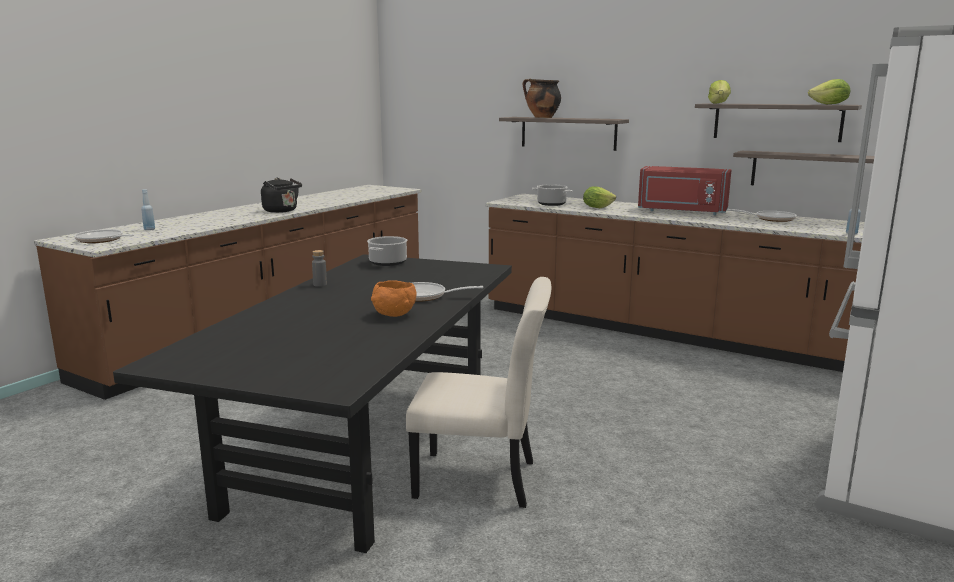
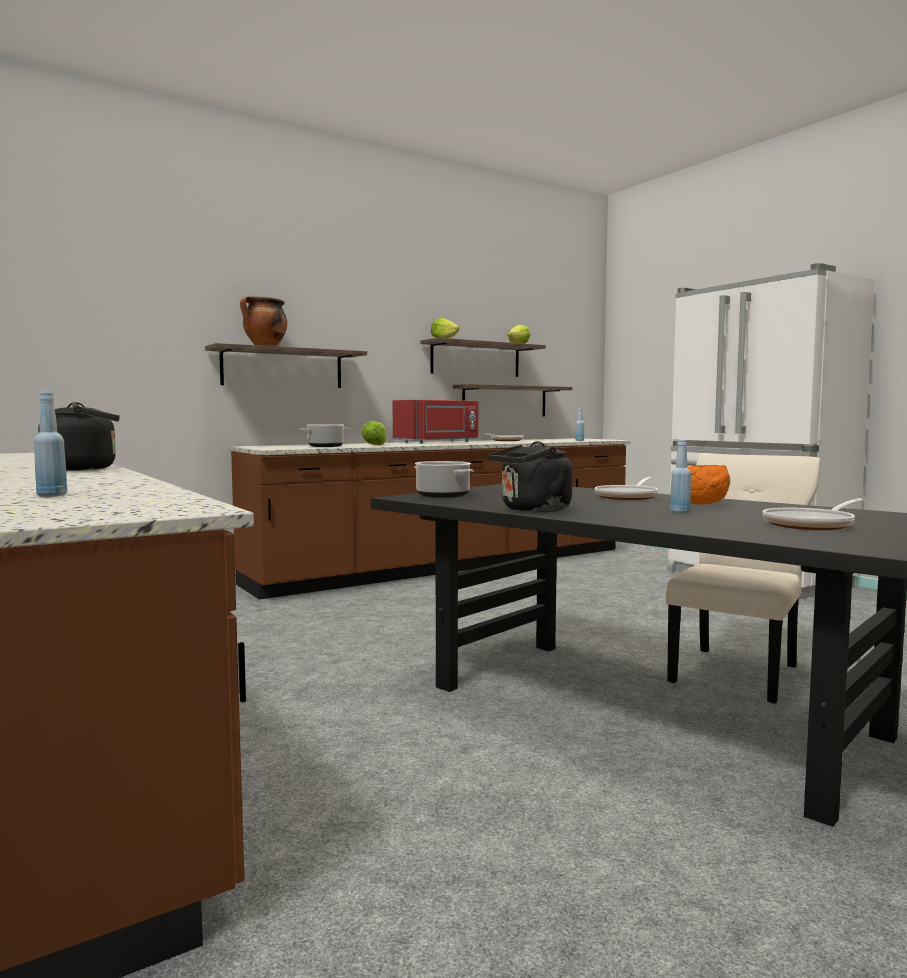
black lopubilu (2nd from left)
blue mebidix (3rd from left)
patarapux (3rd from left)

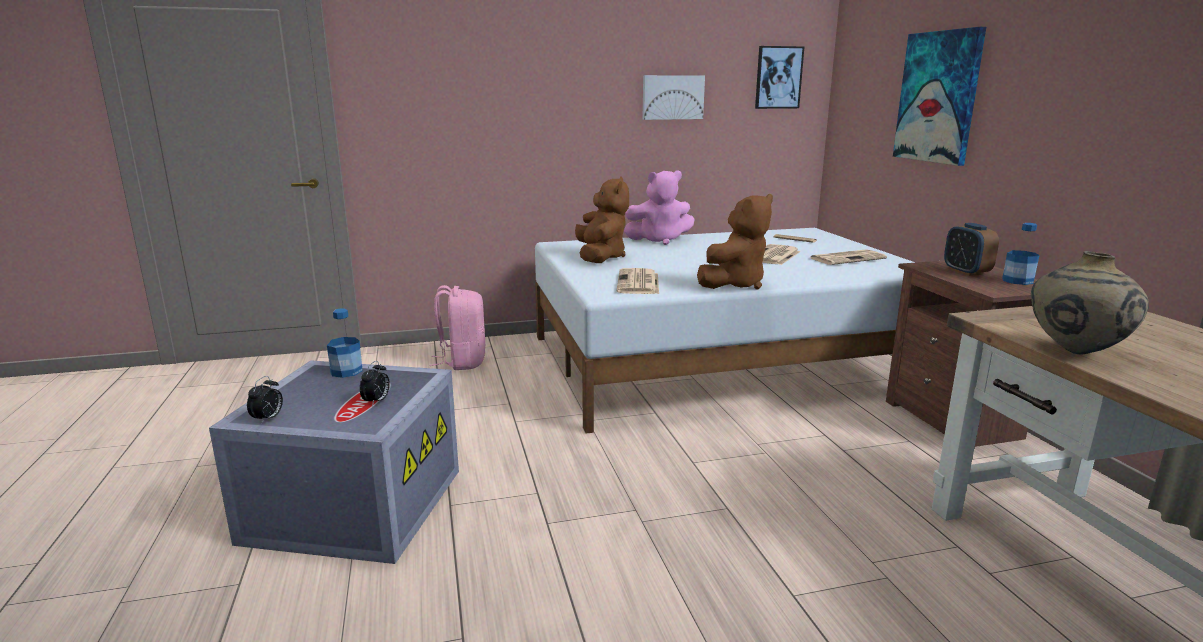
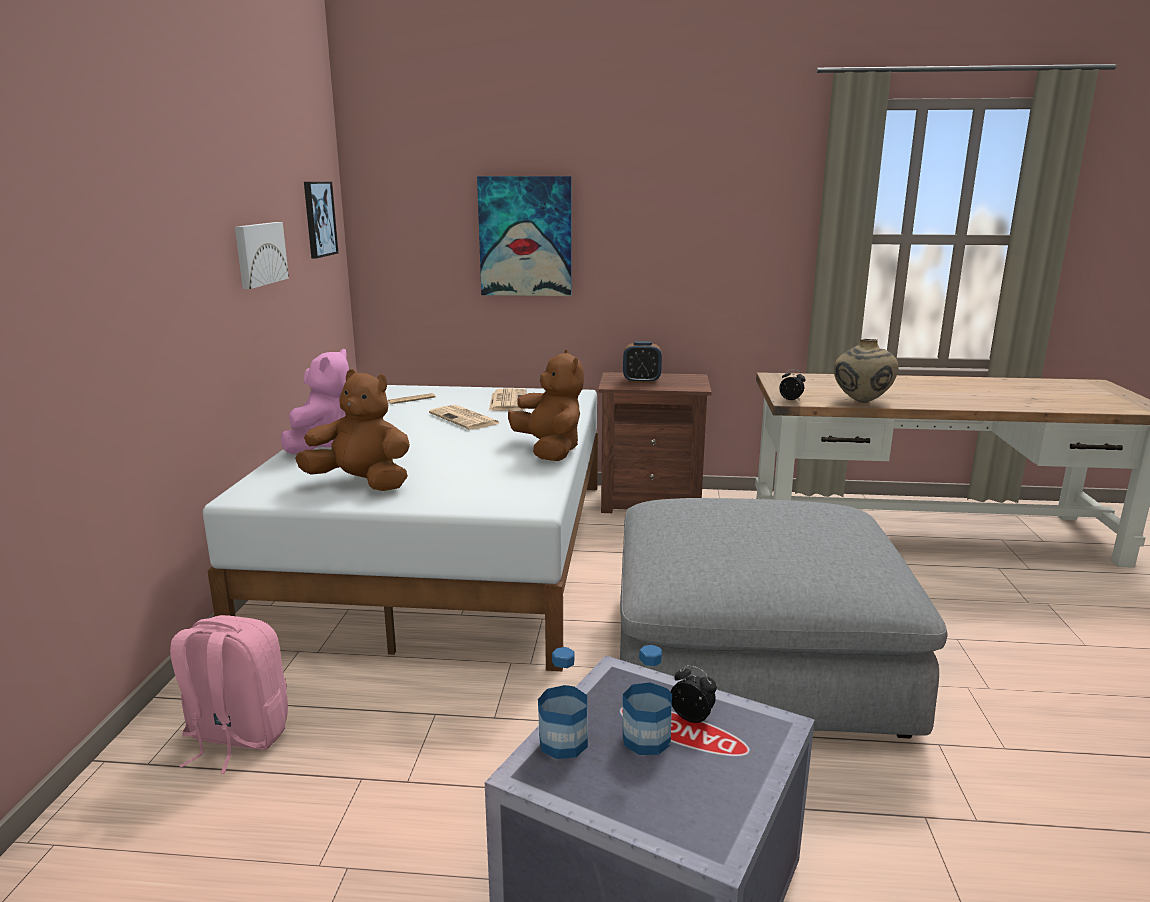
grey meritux
mebidix (2nd from left)
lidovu (3rd from left)
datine (1st from left in the first image)

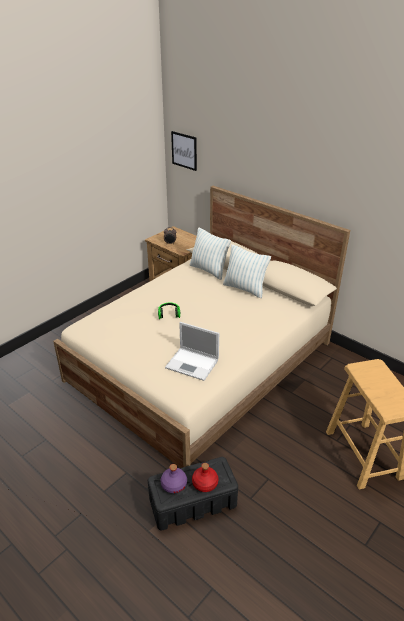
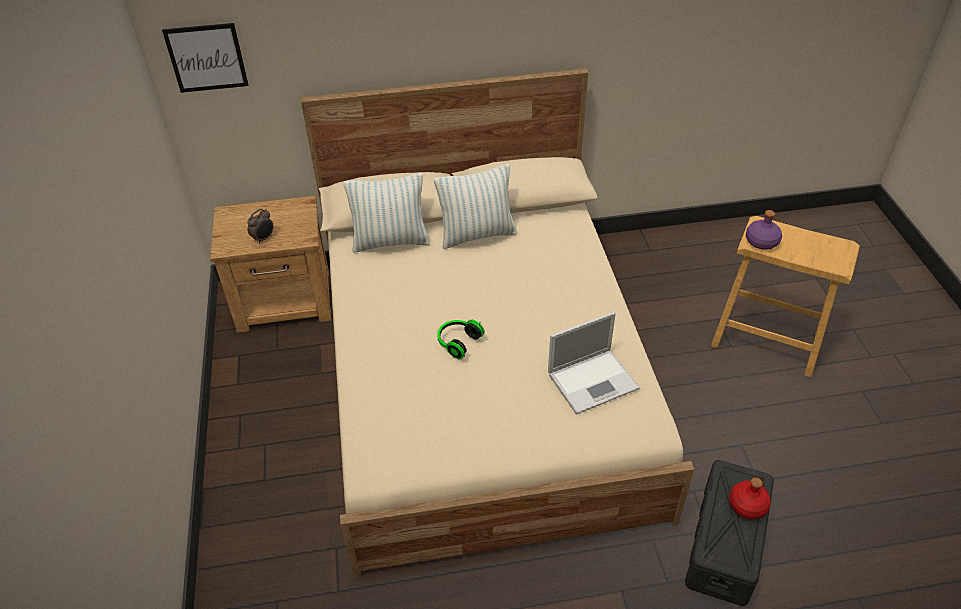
purple mebidix

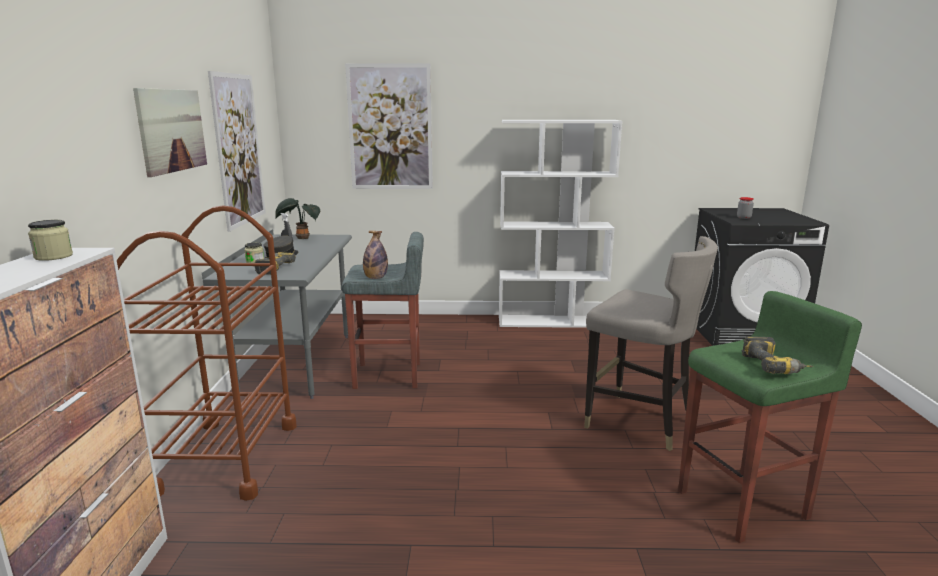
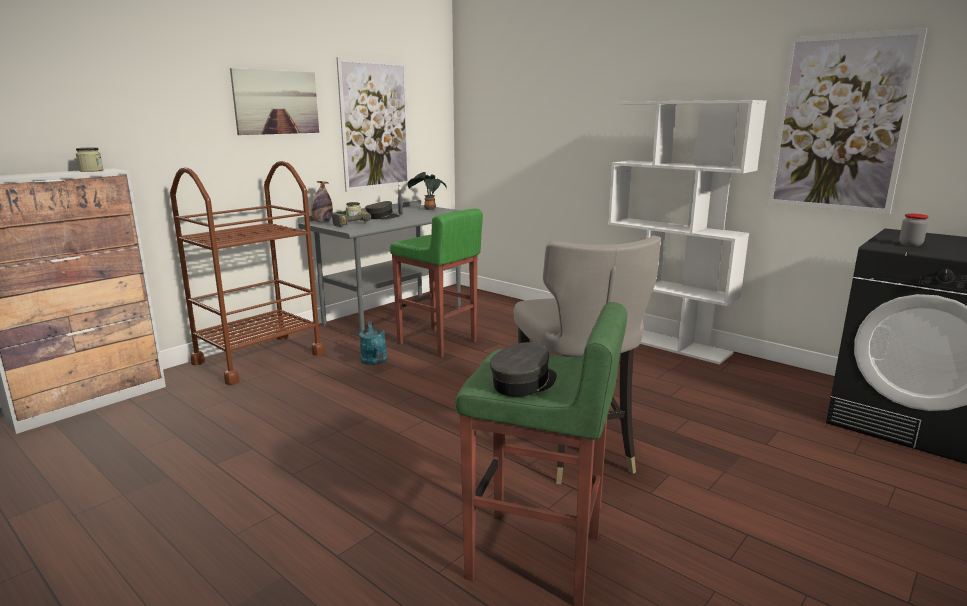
mebidix
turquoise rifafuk
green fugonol (1st from left)
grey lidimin (2nd from left)
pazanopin (3rd from left)

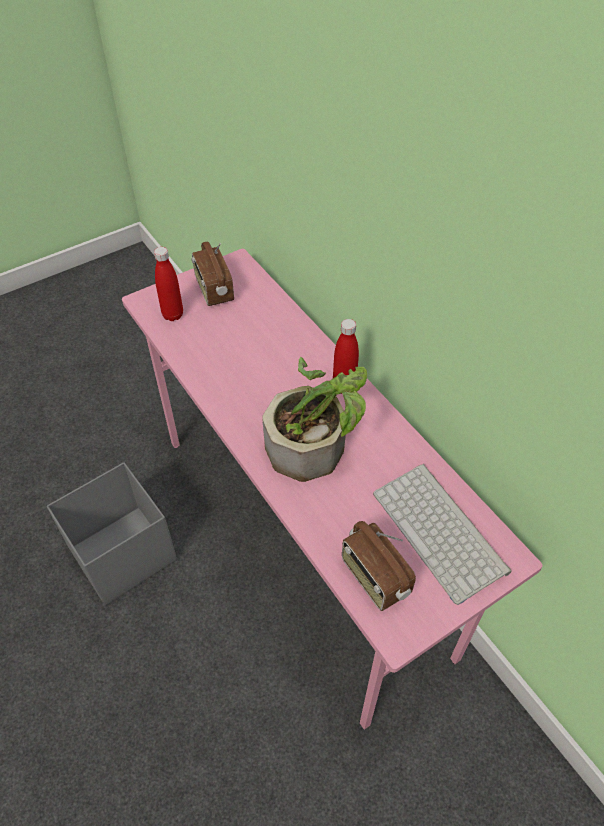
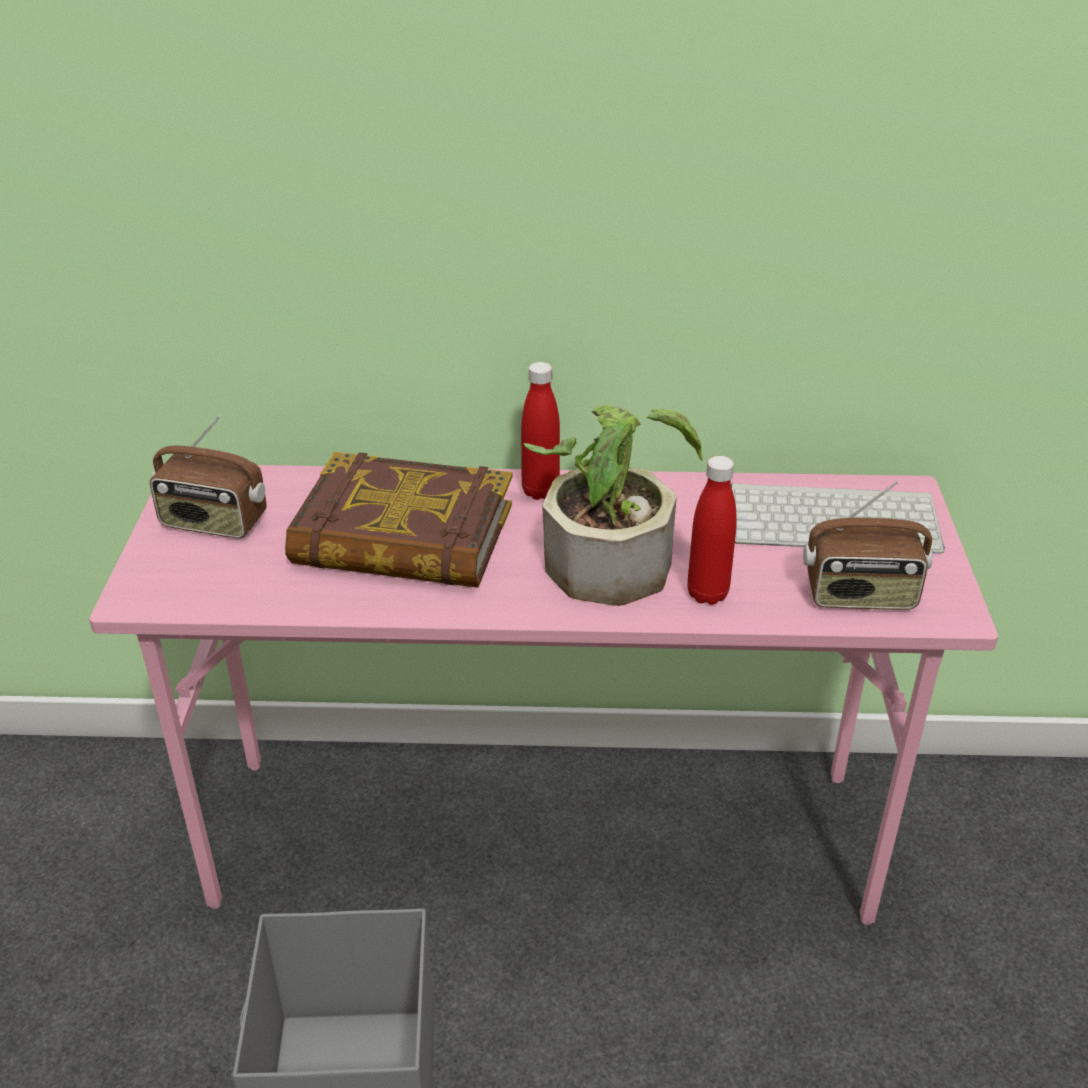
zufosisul
red mebidix (2nd from left)

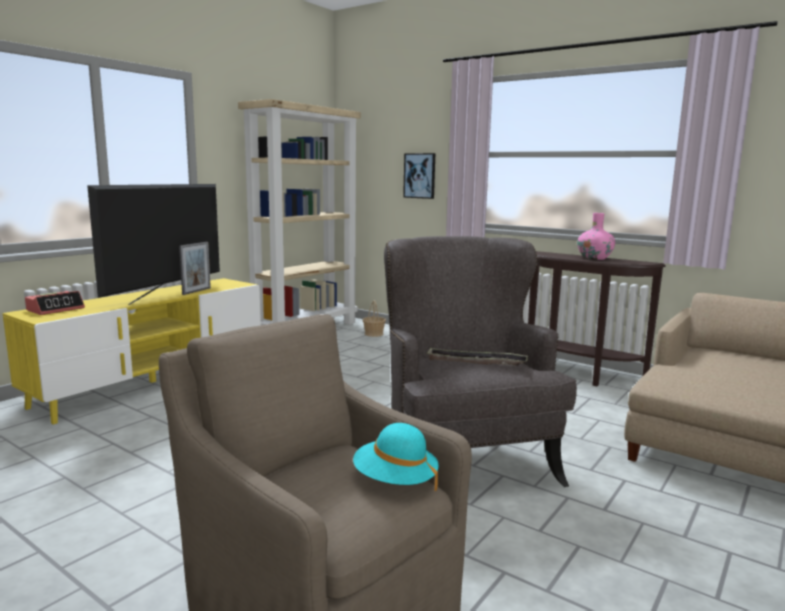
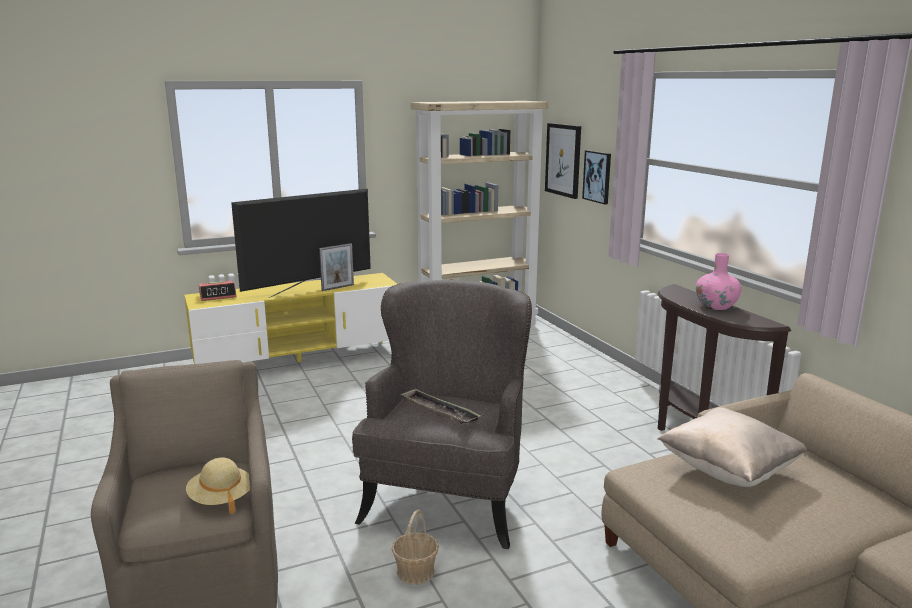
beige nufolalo
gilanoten
pazanopin (1st from left)
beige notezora

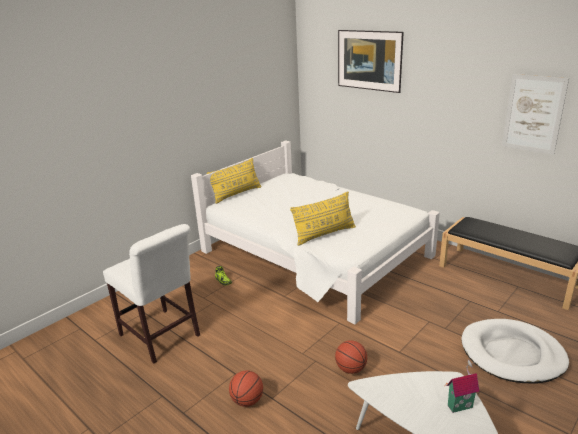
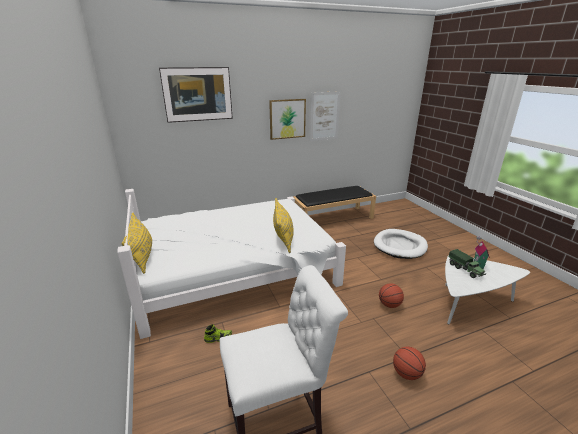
pazanopin (2nd from left)
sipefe

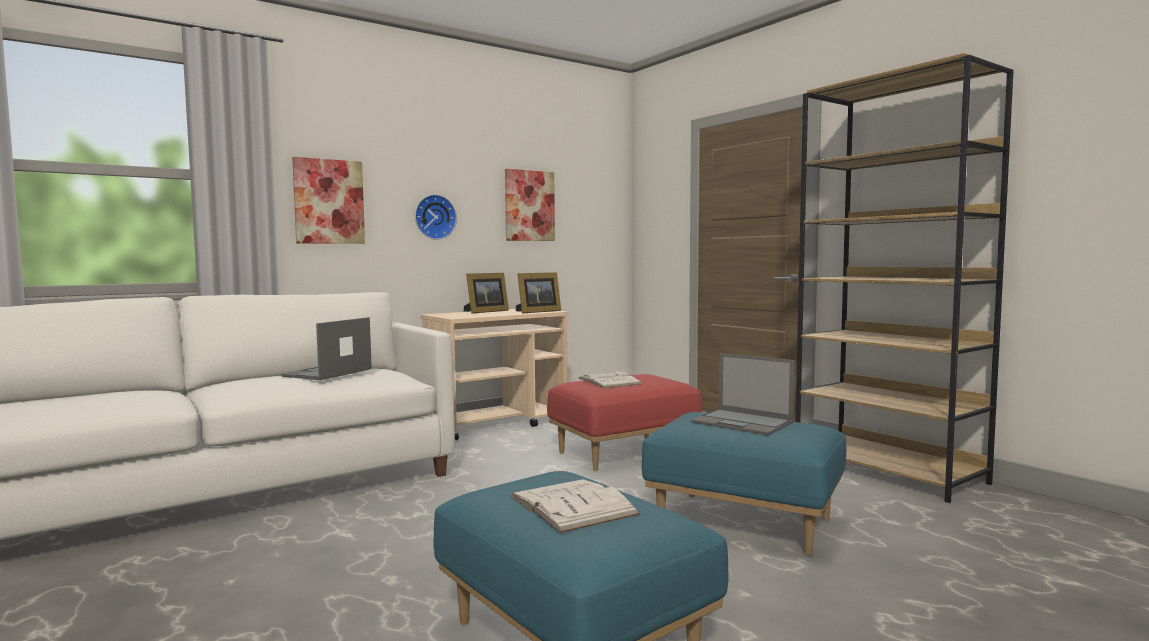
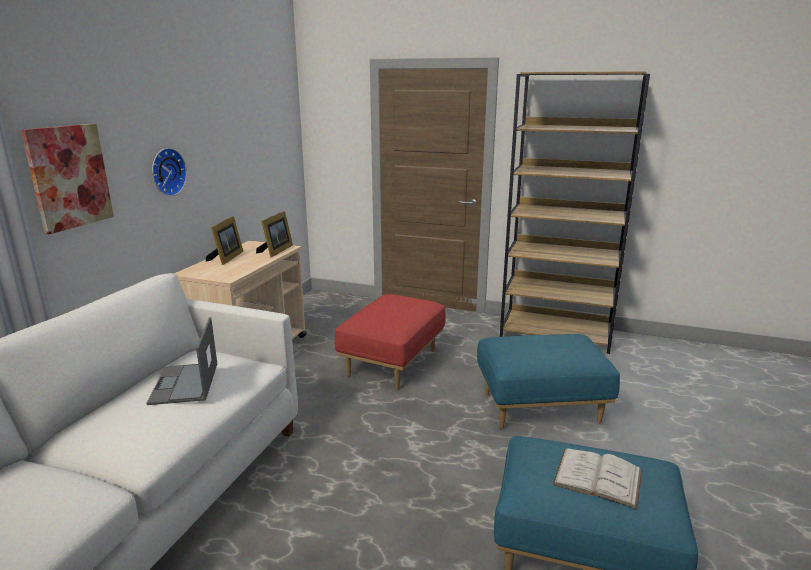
pazanopin (2nd from left in the first image)
white zufosisul (2nd from left in the first image)
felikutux (2nd from left in the first image)

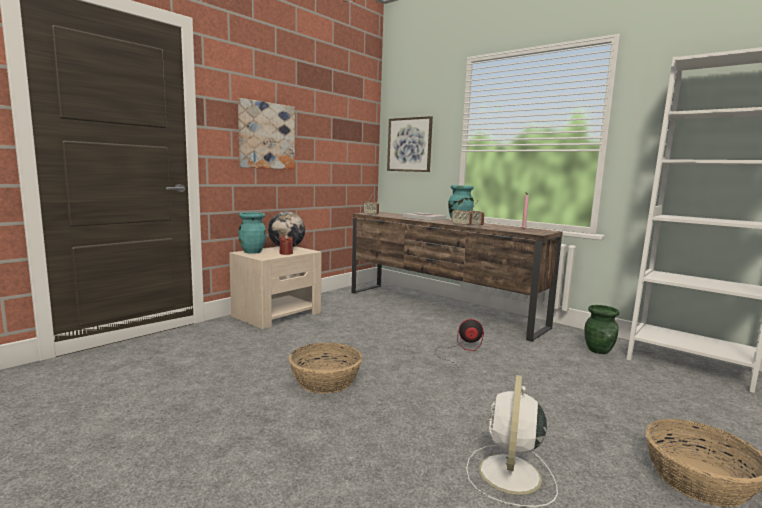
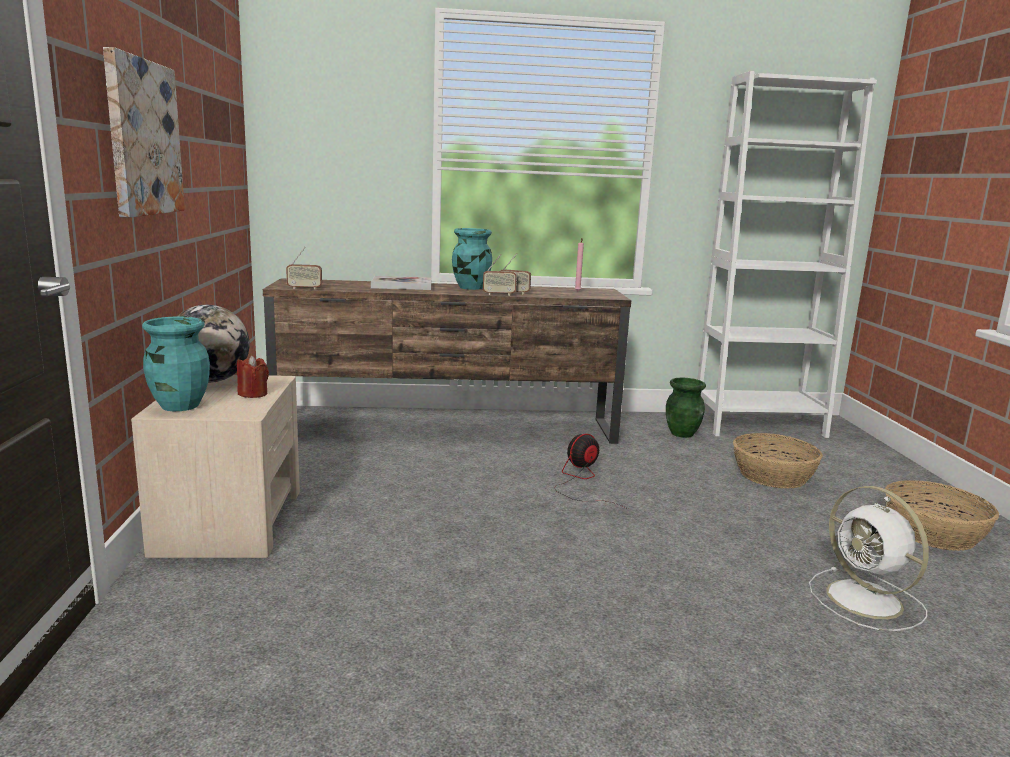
gilanoten (1st from left)
pazanopin (2nd from left in the first image)

